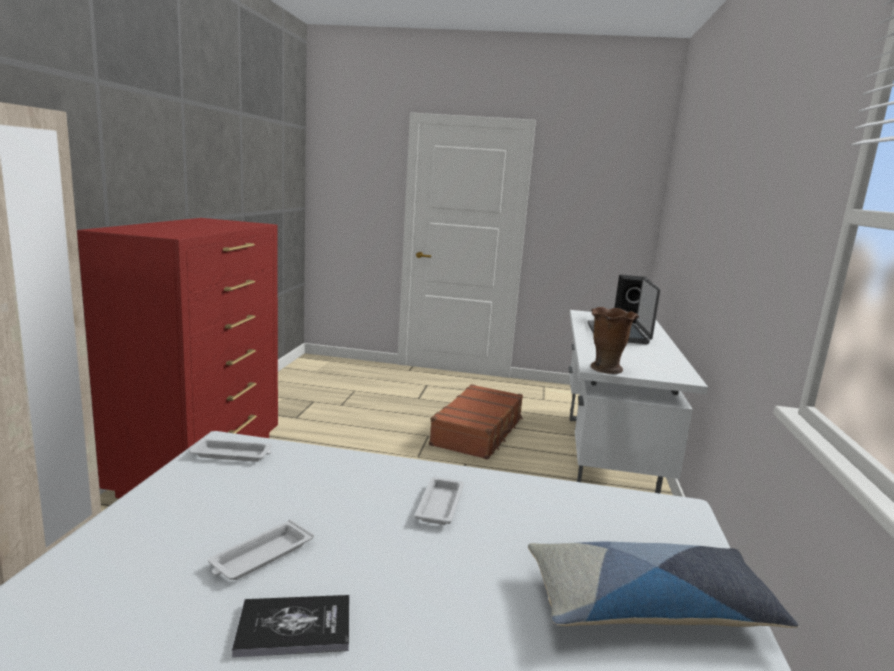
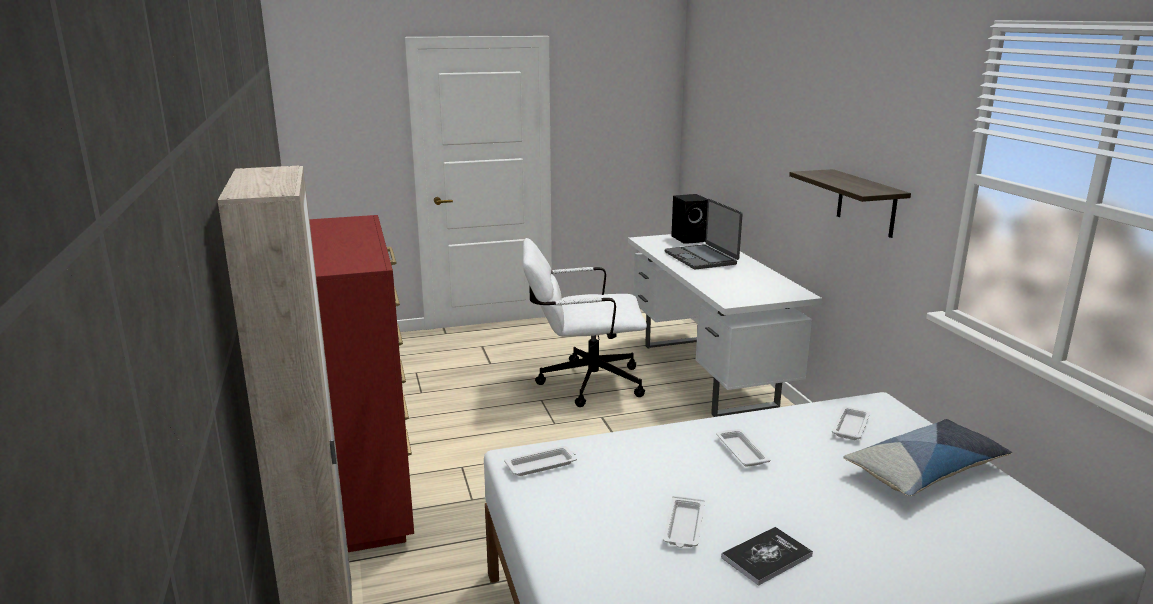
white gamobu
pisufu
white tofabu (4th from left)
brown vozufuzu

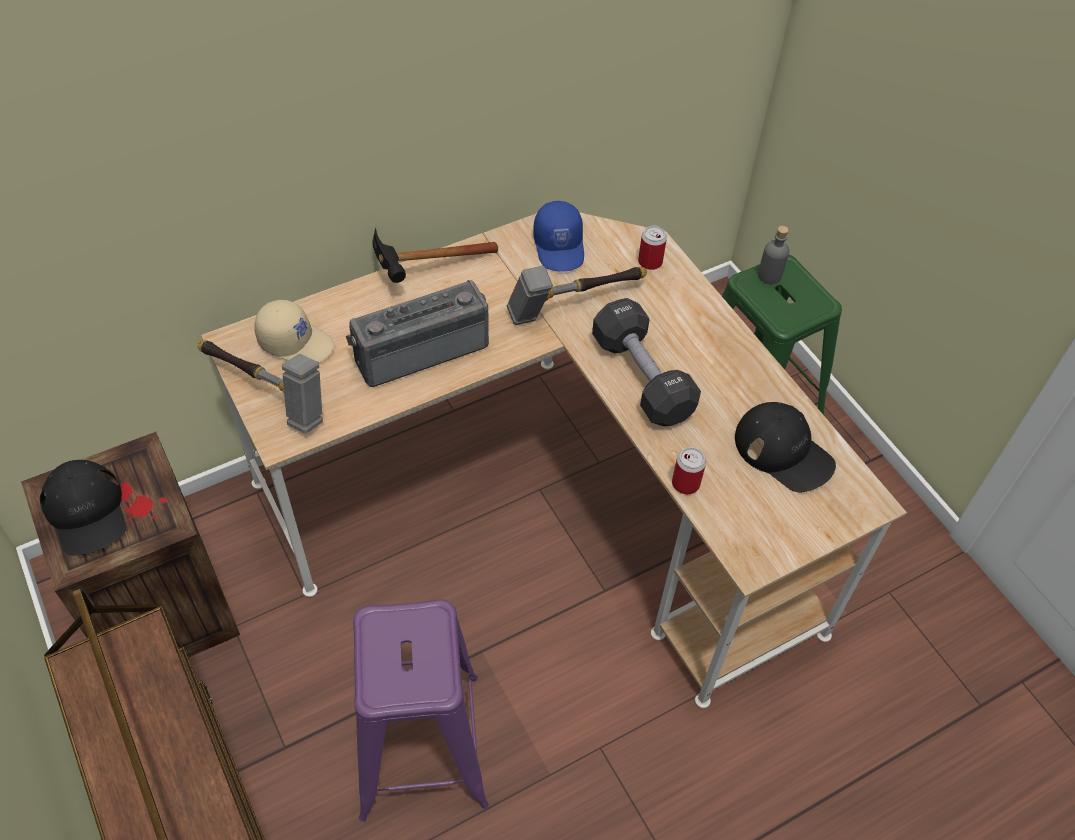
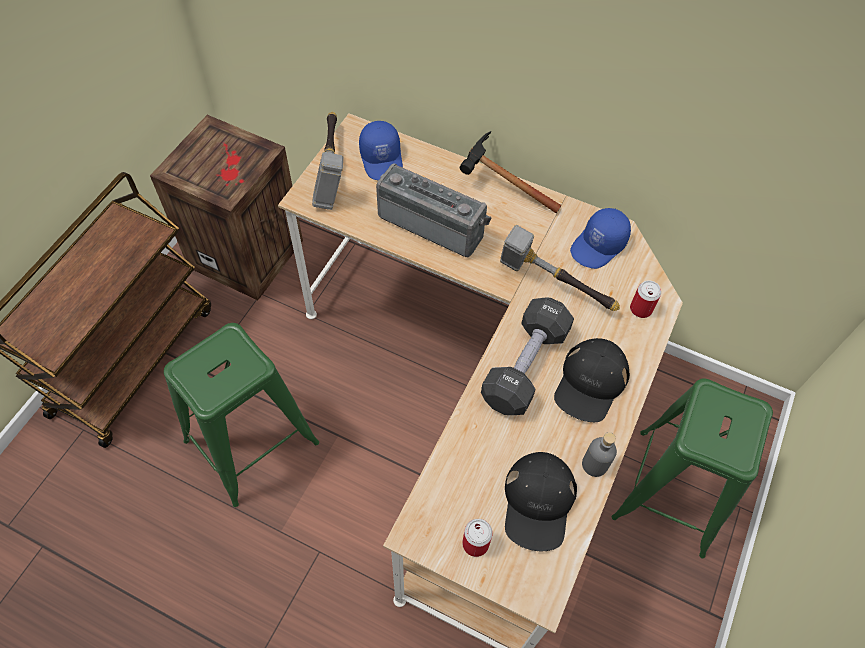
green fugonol (1st from left)
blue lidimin (1st from left)
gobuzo (1st from left)
black lidimin (2nd from left)
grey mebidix

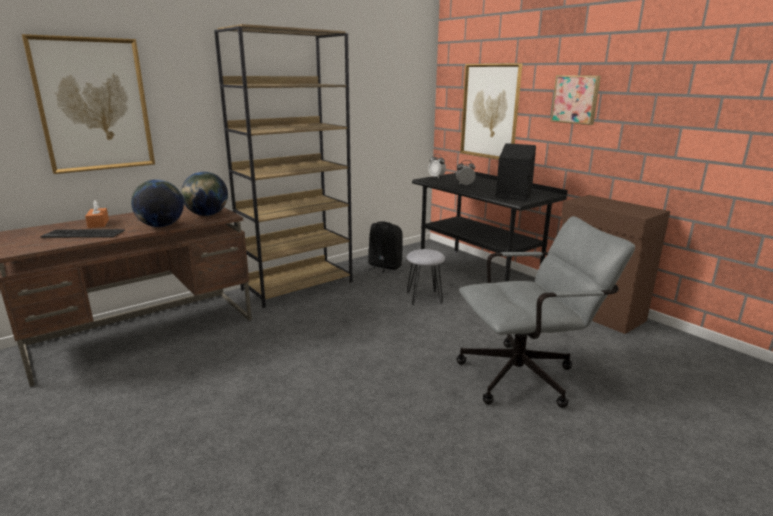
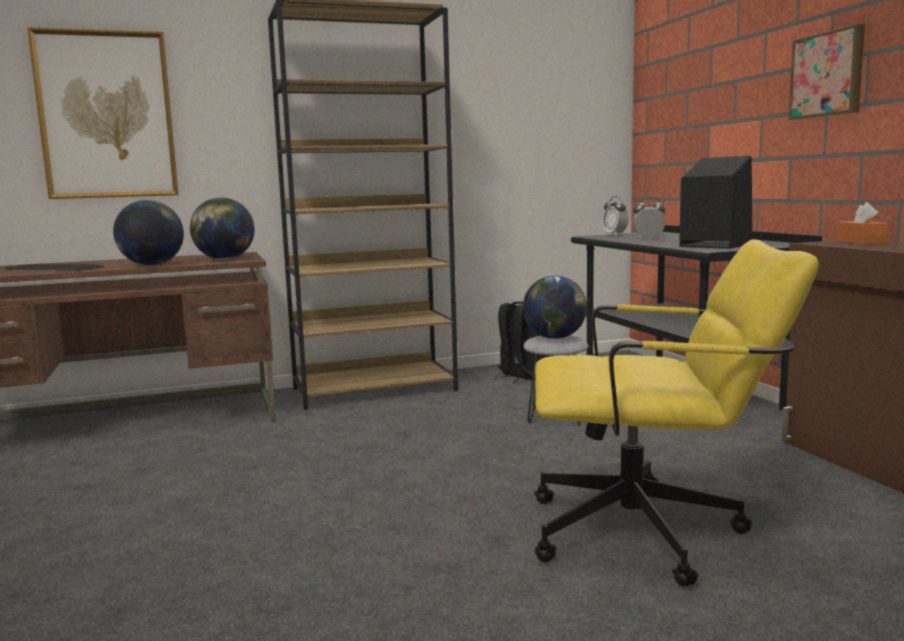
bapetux (3rd from left)
yellow gamobu
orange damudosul
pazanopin (2nd from left in the first image)

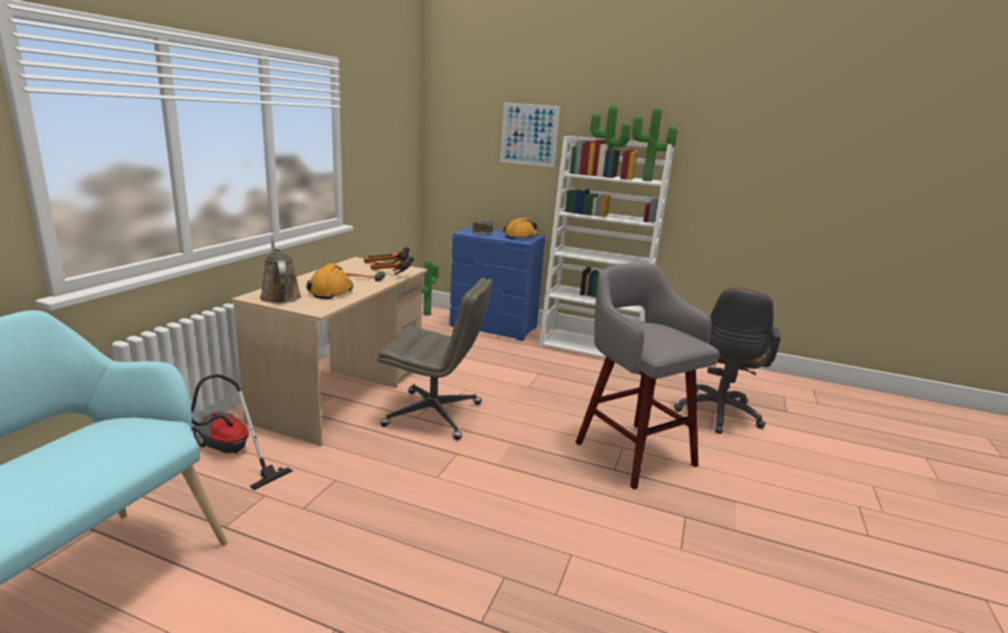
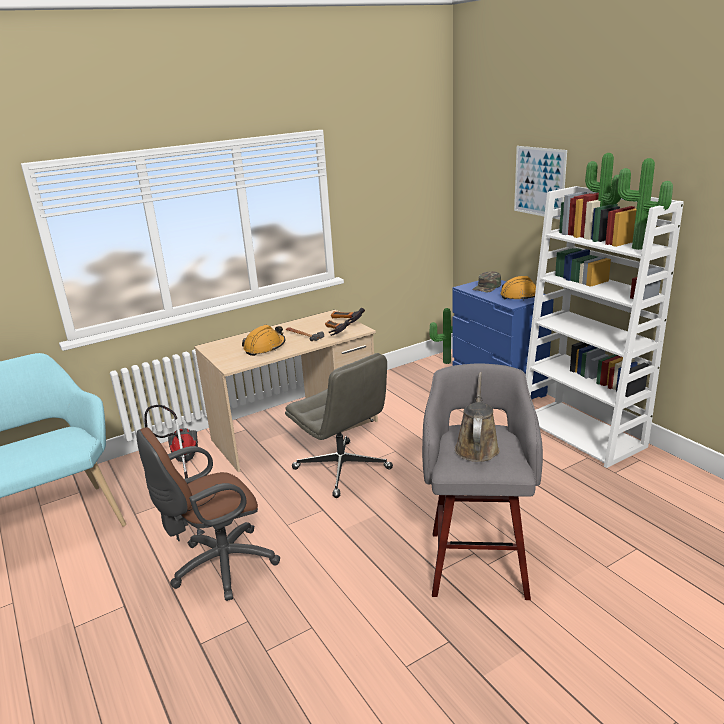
brown gamobu
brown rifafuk

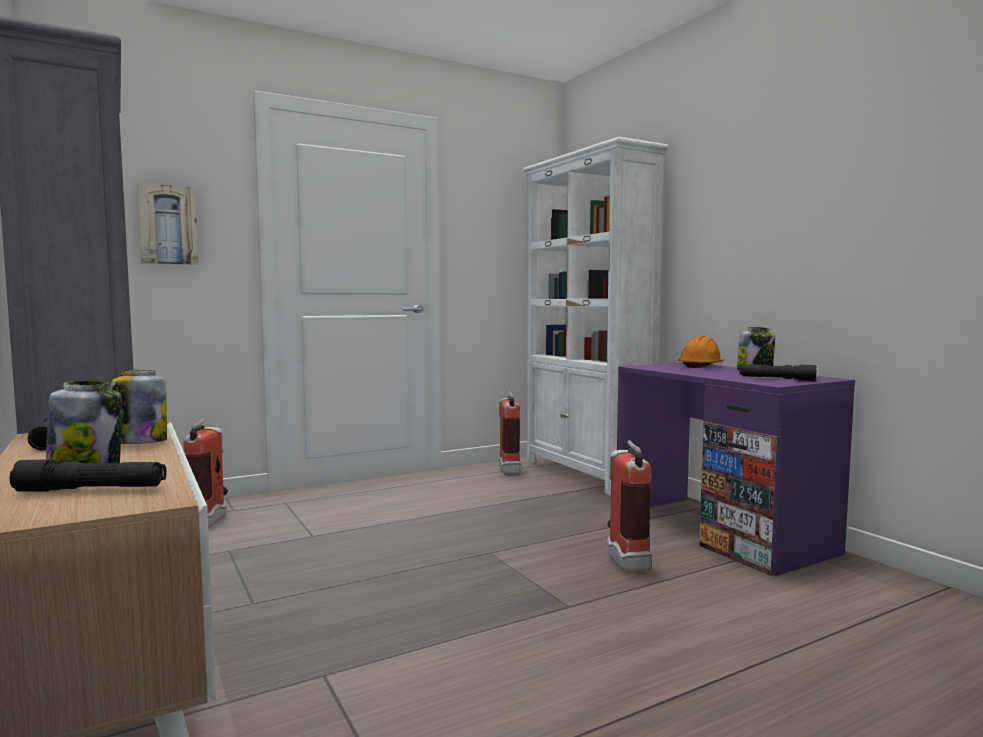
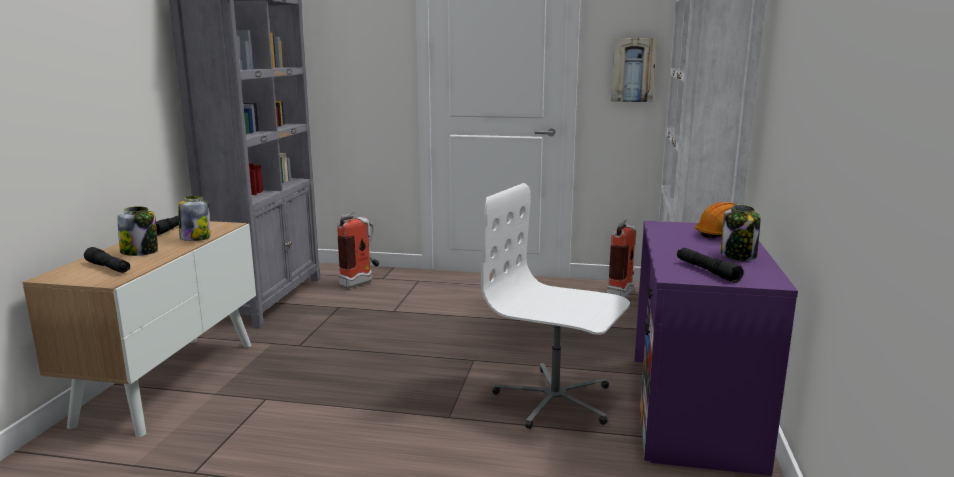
white gamobu
pazanopin

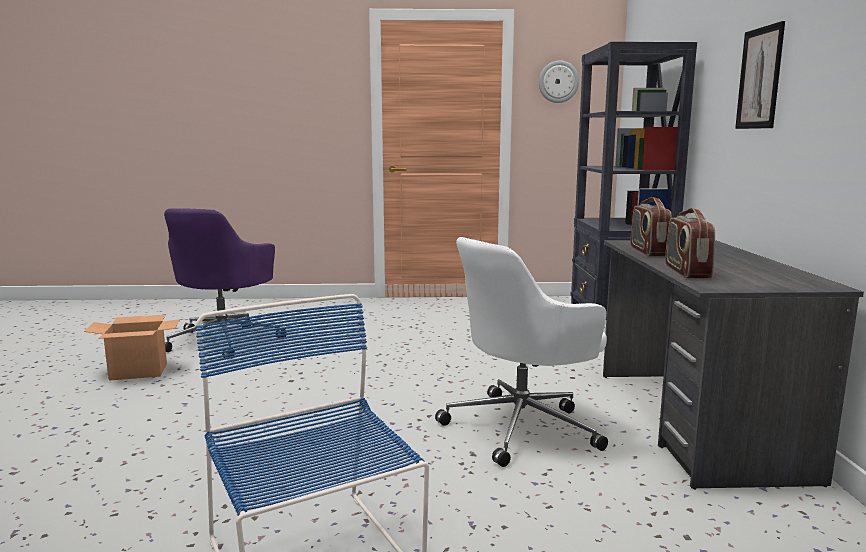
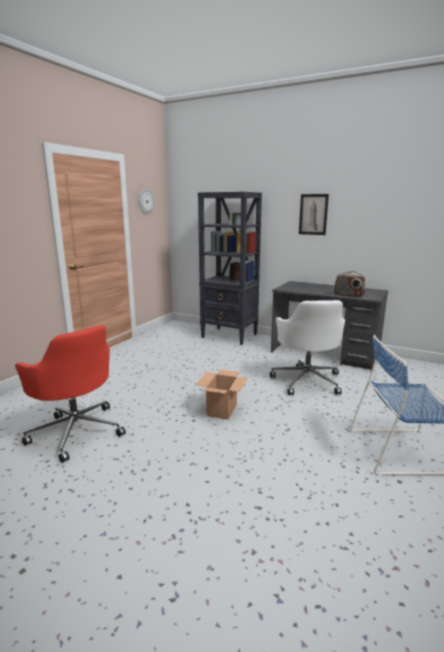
red gamobu
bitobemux
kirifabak (1st from left in the first image)

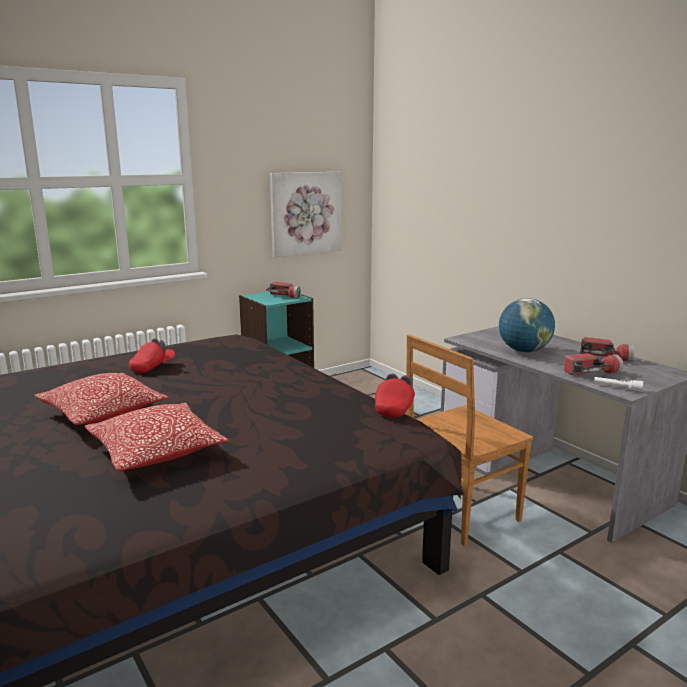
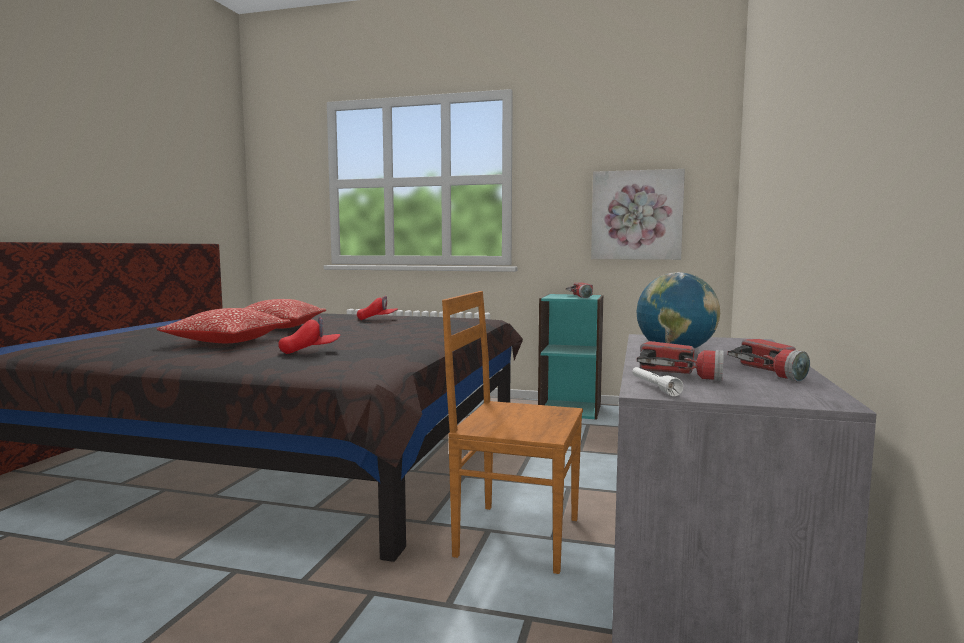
red lidimin (1st from left)

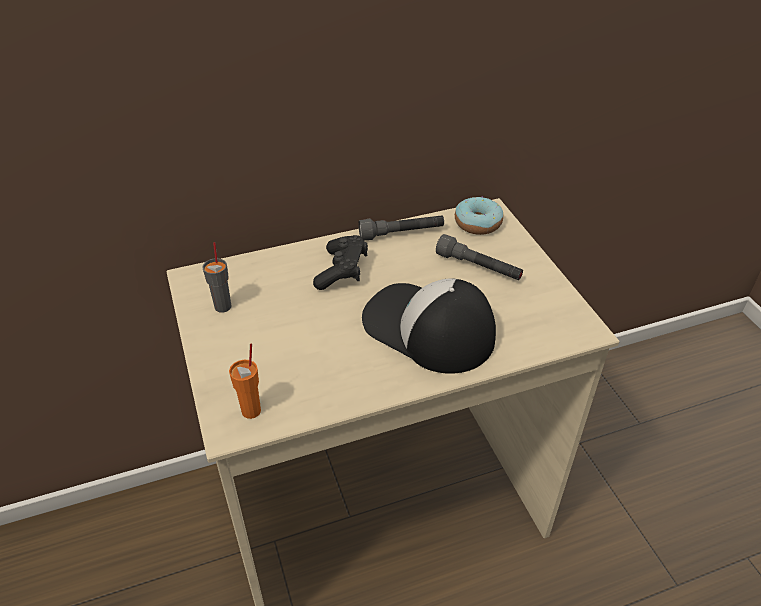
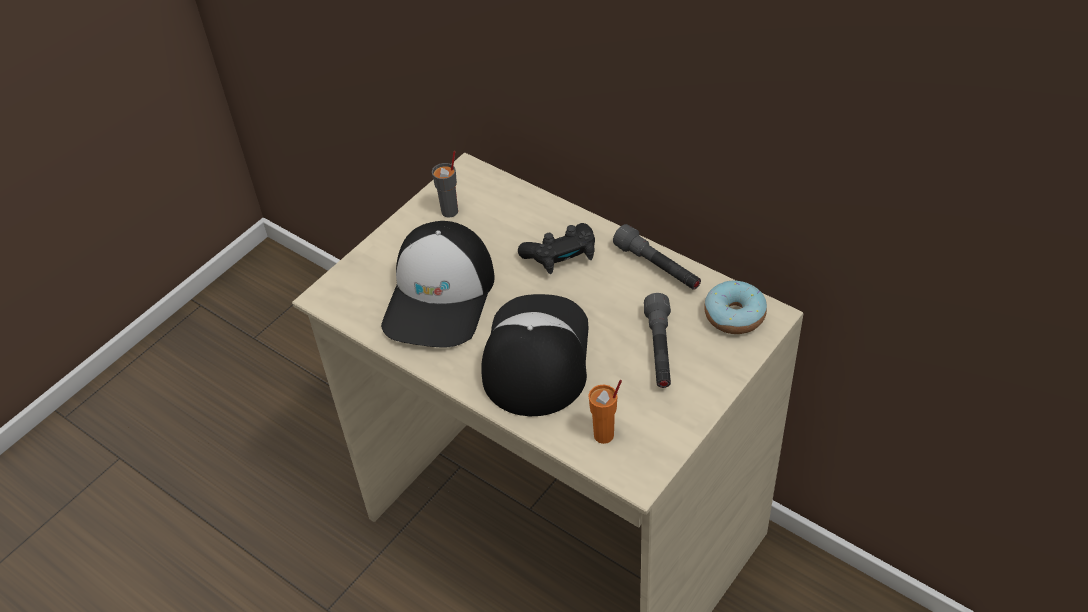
lidimin (1st from left)
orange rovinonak

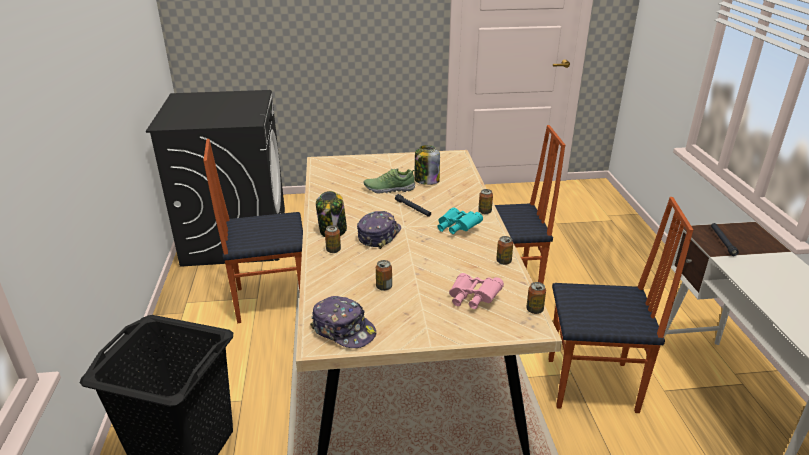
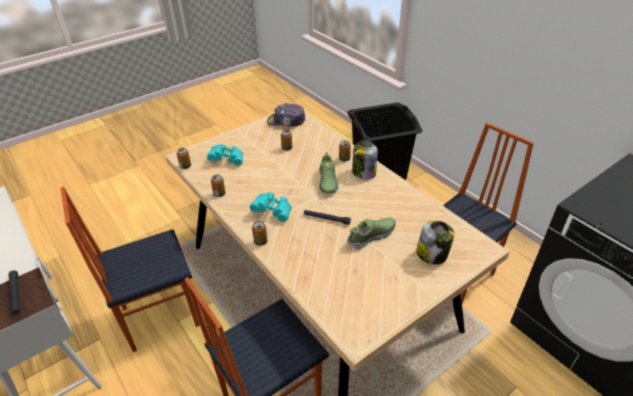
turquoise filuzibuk (1st from left)
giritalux (1st from left)
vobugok (2nd from left)

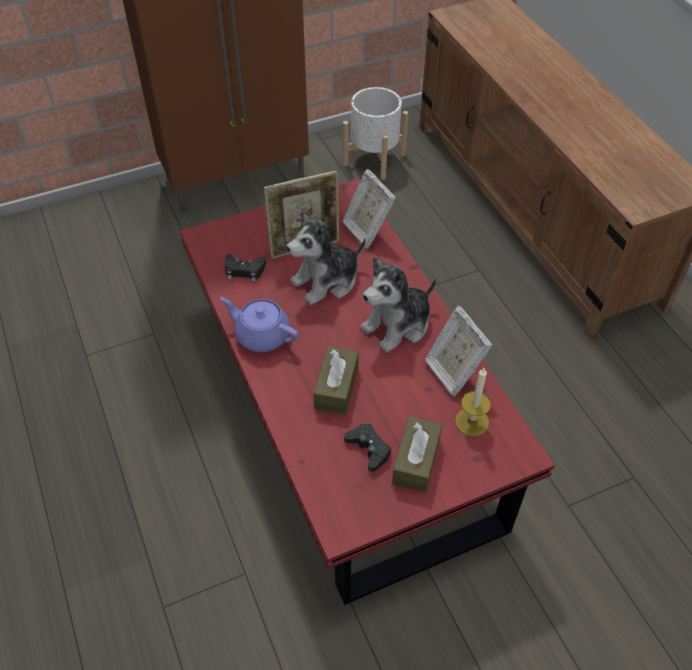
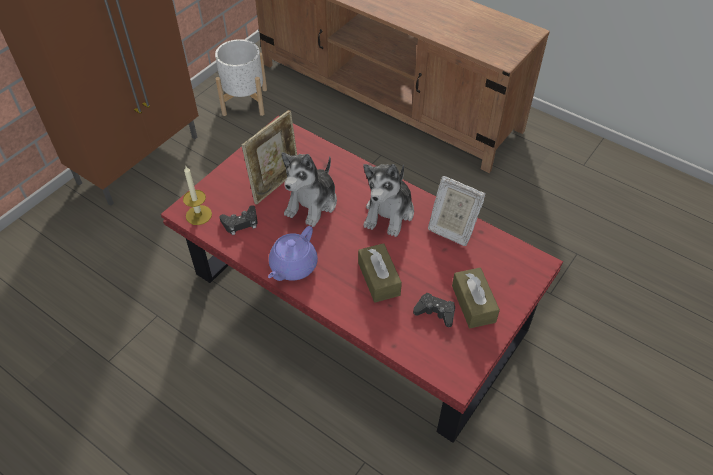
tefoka
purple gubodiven
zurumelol (2nd from left in the first image)

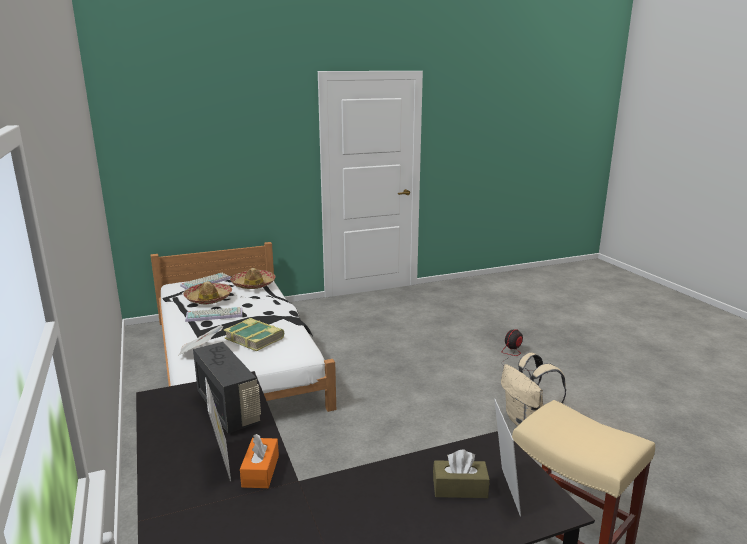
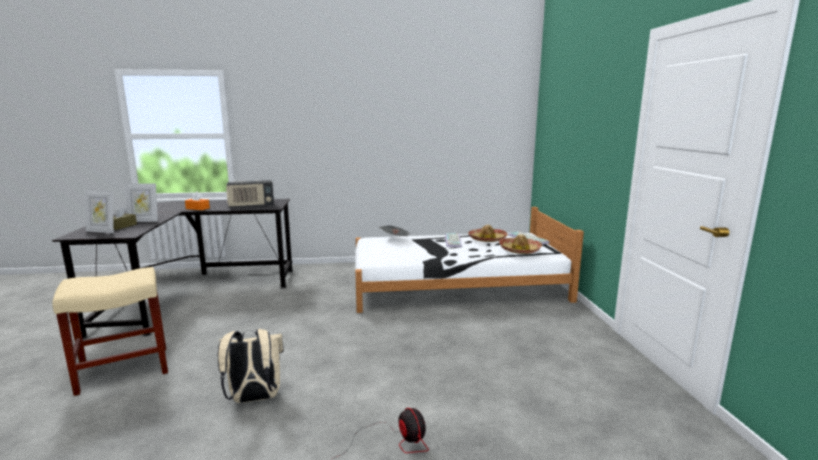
zurumelol (2nd from left)
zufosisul

